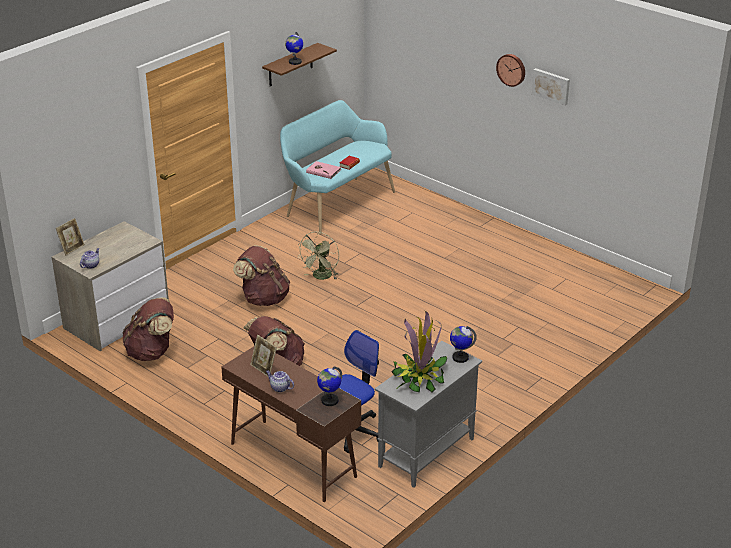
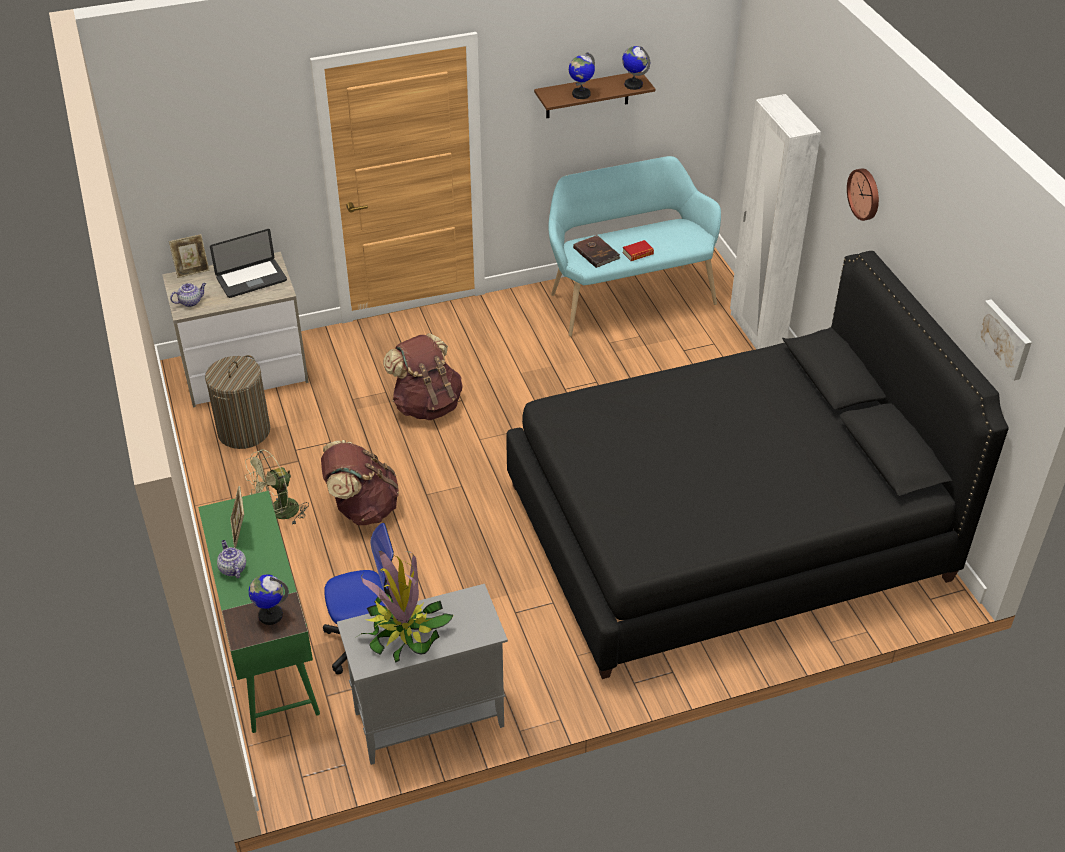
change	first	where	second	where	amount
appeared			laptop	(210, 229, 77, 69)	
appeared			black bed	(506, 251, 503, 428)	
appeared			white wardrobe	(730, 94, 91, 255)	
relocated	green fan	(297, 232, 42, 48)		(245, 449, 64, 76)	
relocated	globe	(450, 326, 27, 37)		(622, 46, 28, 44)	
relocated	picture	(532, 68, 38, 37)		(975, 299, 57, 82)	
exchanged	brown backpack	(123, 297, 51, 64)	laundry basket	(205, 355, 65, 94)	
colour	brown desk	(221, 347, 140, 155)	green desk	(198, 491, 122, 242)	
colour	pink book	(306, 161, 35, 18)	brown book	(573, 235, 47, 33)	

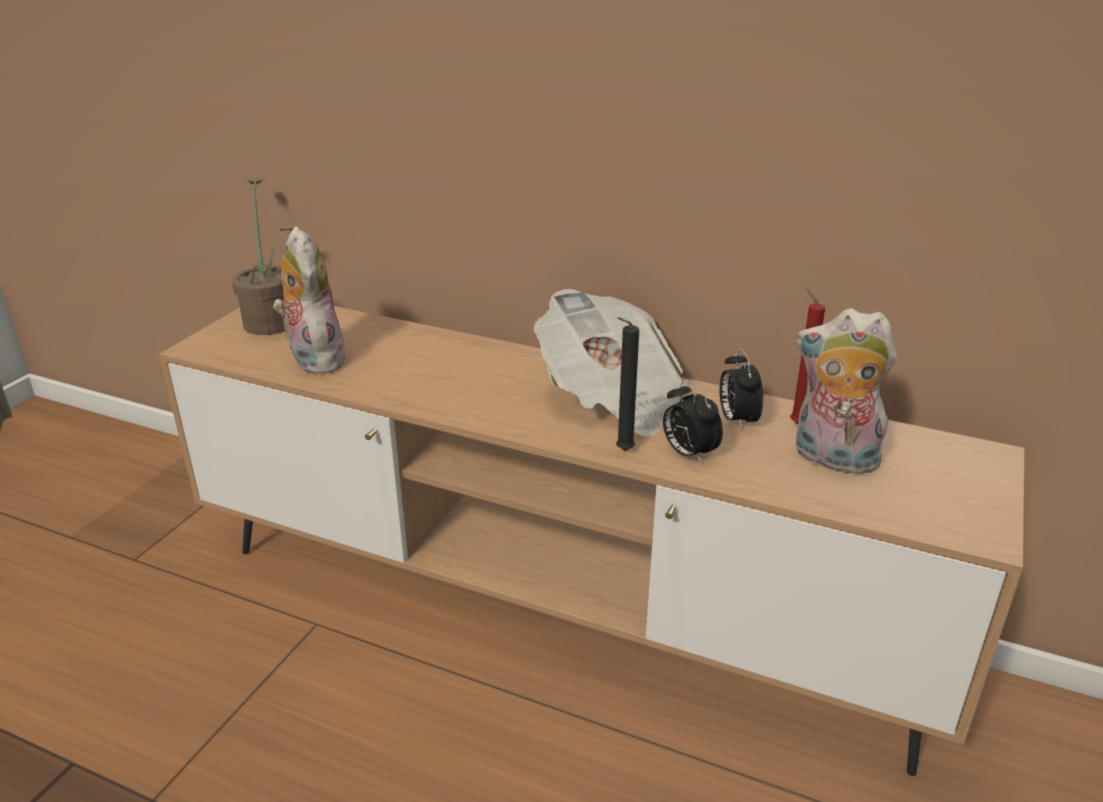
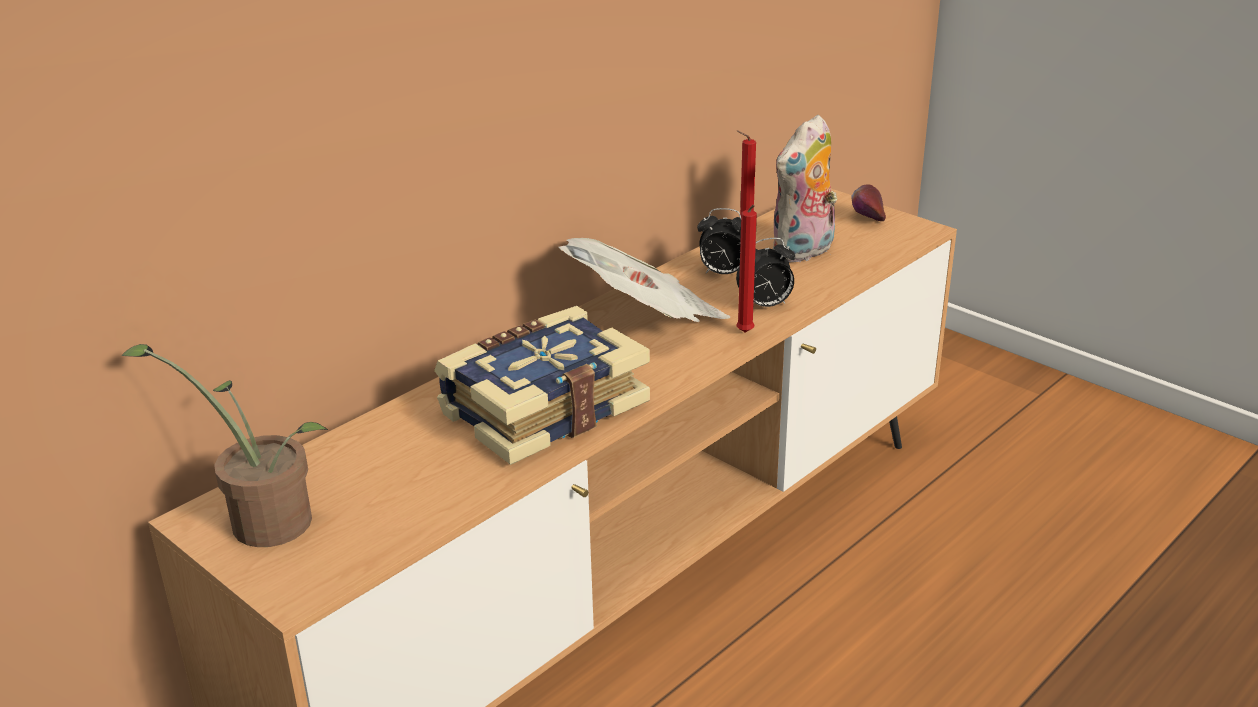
change	first	where	second	where	amount
missing	plush toy	(273, 226, 73, 148)			
appeared			book	(434, 306, 216, 159)	
appeared			apple	(851, 185, 35, 36)	
colour	black candle	(616, 317, 23, 134)	red candle	(736, 205, 21, 128)	

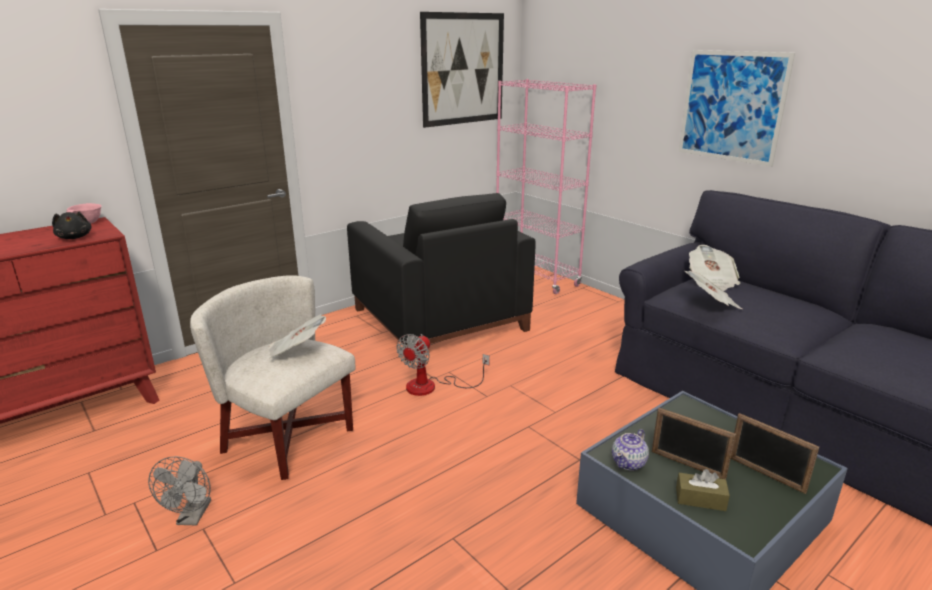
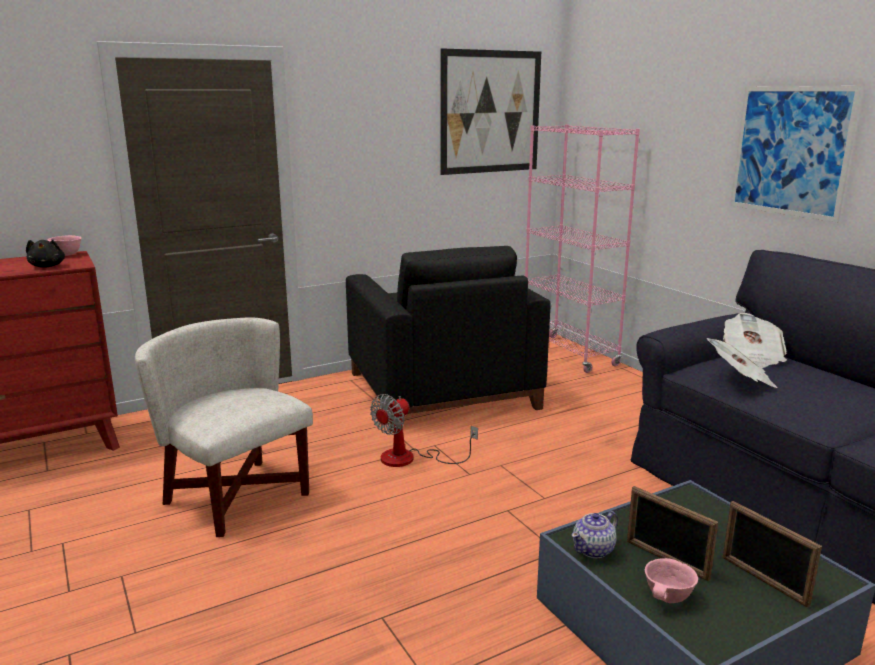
change	first	where	second	where	amount
missing	grey fan	(148, 456, 63, 69)			
missing	newspaper	(269, 314, 57, 45)			
exchanged	brown tissue box	(676, 469, 54, 42)	pink bowl	(645, 558, 53, 45)	

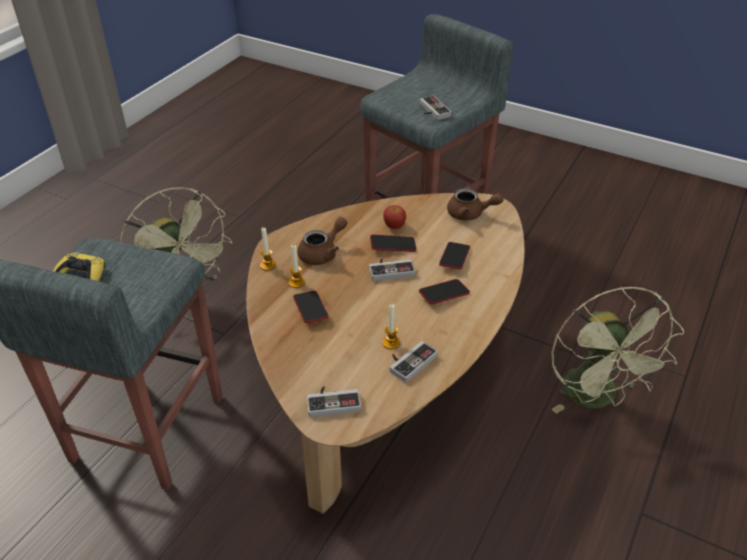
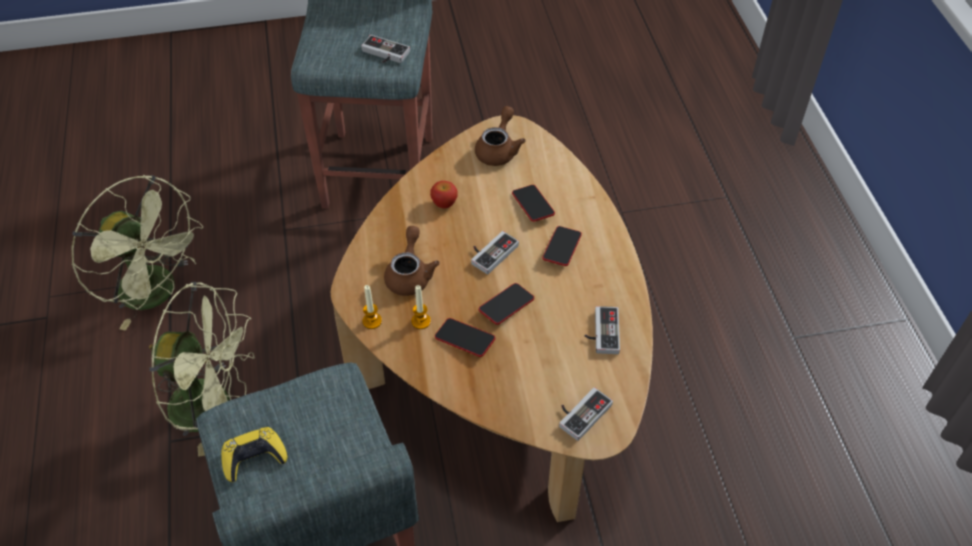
change	first	where	second	where	amount
missing	candle	(382, 304, 18, 45)			
relocated	phone	(370, 234, 47, 18)		(479, 283, 55, 42)	
relocated	green fan	(551, 287, 133, 127)		(71, 175, 132, 156)	
spun	brown teapot	(447, 188, 56, 32)		(475, 106, 50, 60)	45 degrees counterclockwise

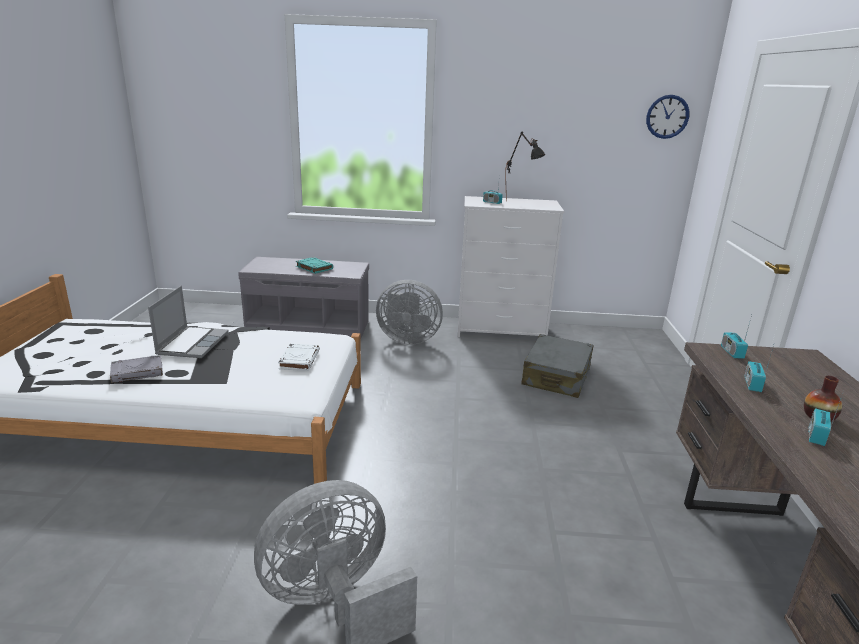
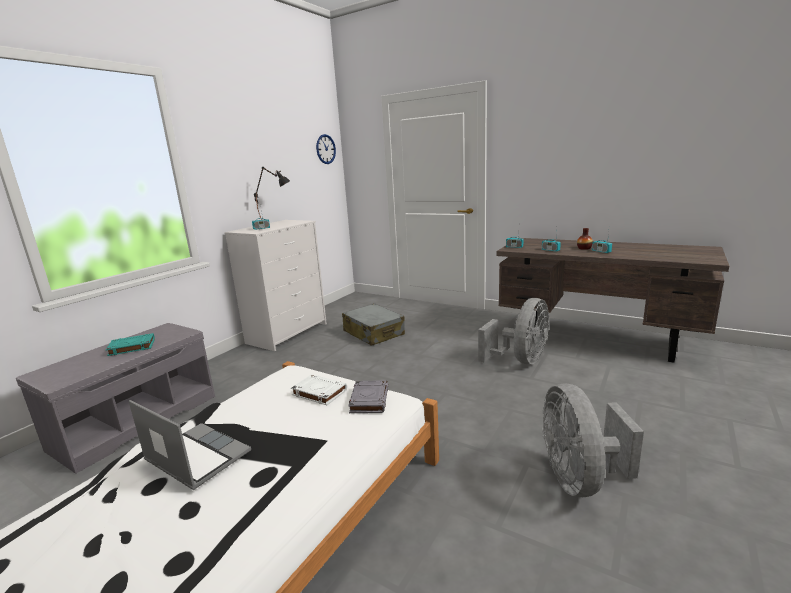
change	first	where	second	where	amount
relocated	grey book	(110, 355, 53, 28)		(348, 380, 40, 33)	
relocated	grey fan	(376, 280, 67, 65)		(478, 298, 71, 66)	

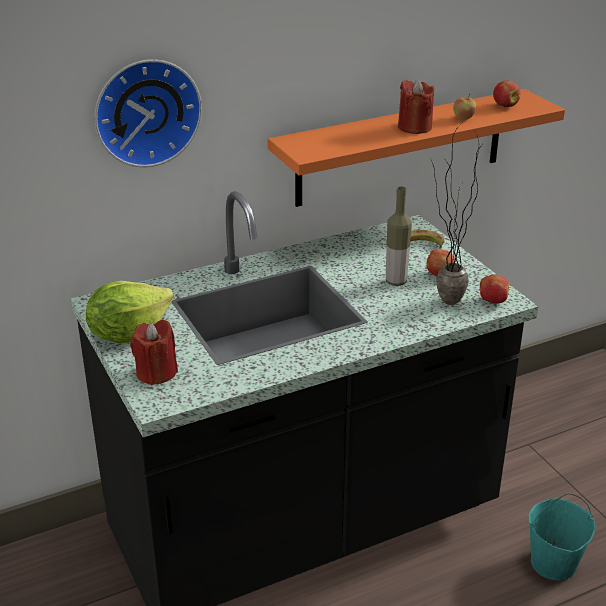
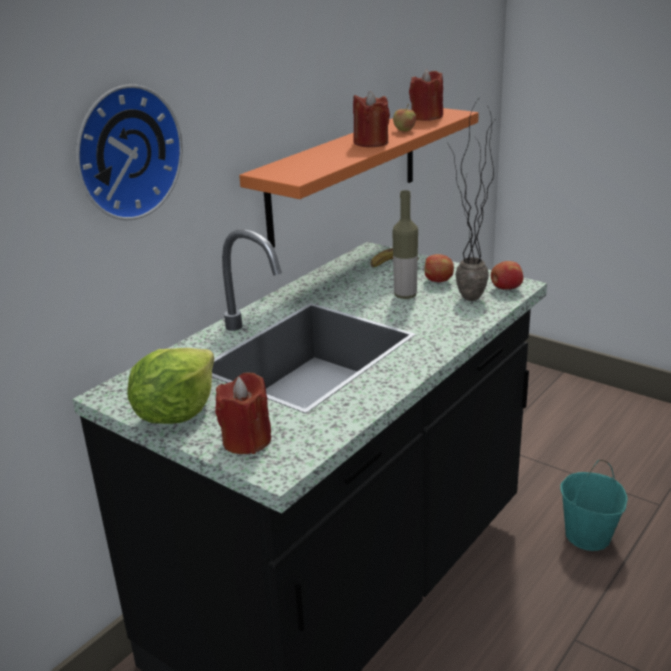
change	first	where	second	where	amount
exchanged	apple	(493, 81, 27, 26)	red candle	(409, 69, 34, 52)	

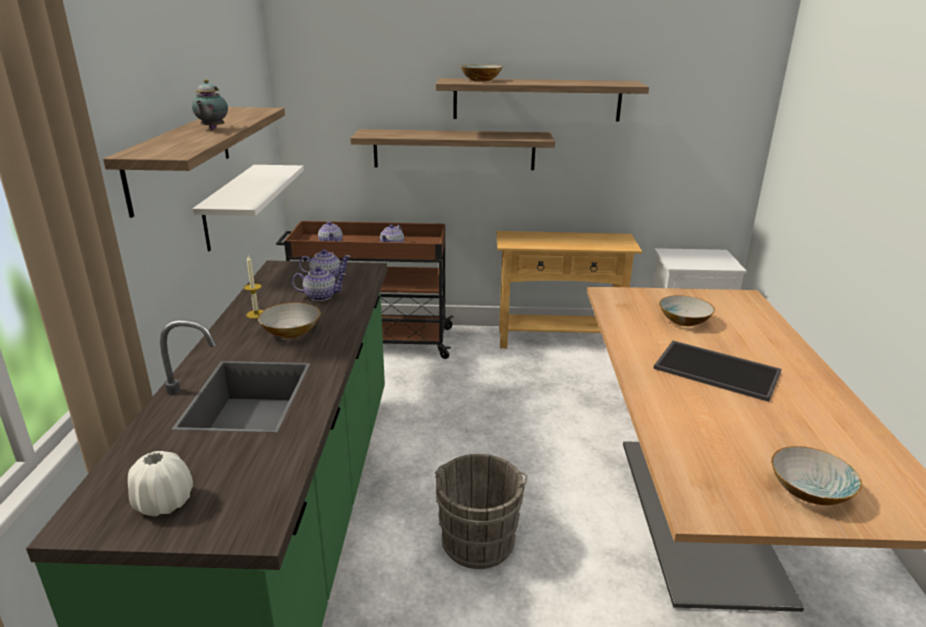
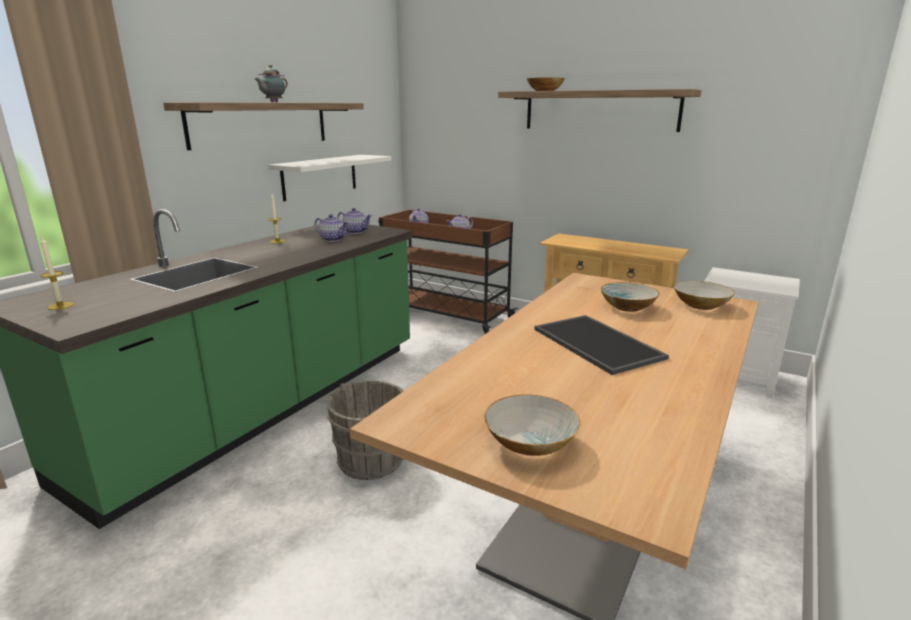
change	first	where	second	where	amount
missing	shelf	(350, 129, 205, 41)			
relocated	bowl	(258, 303, 63, 35)		(674, 281, 61, 29)	
exchanged	white vase	(128, 451, 65, 65)	candle	(40, 237, 34, 73)	

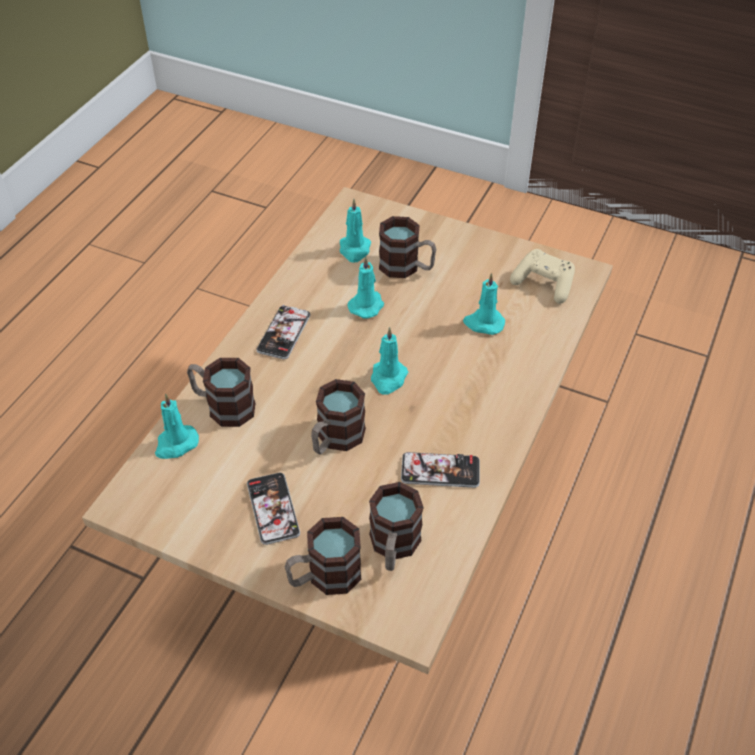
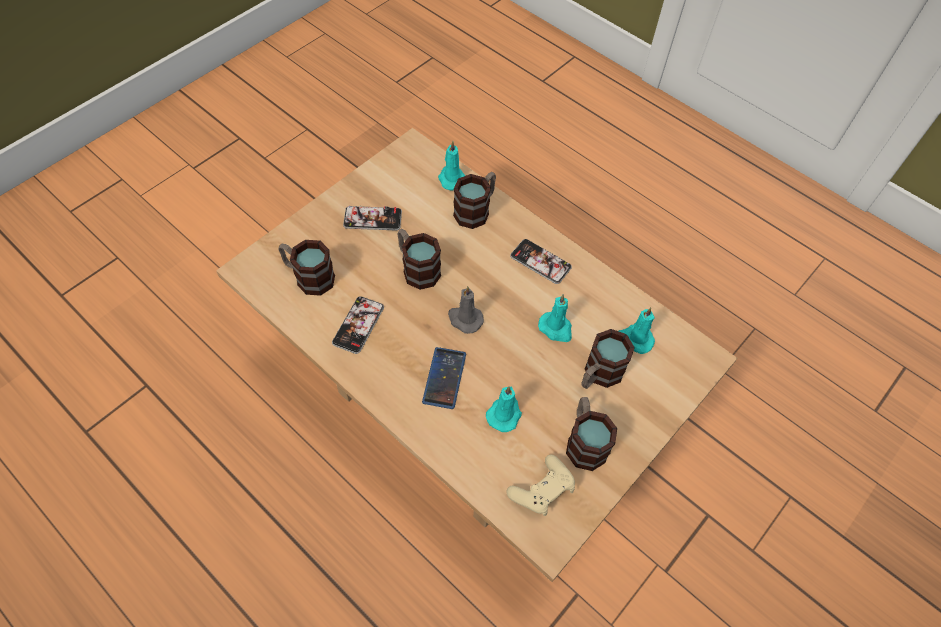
change	first	where	second	where	amount
appeared			phone	(422, 347, 44, 62)	
relocated	mug	(285, 517, 76, 78)		(566, 397, 51, 74)	
colour	turquoise candle	(371, 327, 37, 68)	grey candle	(448, 286, 36, 48)	

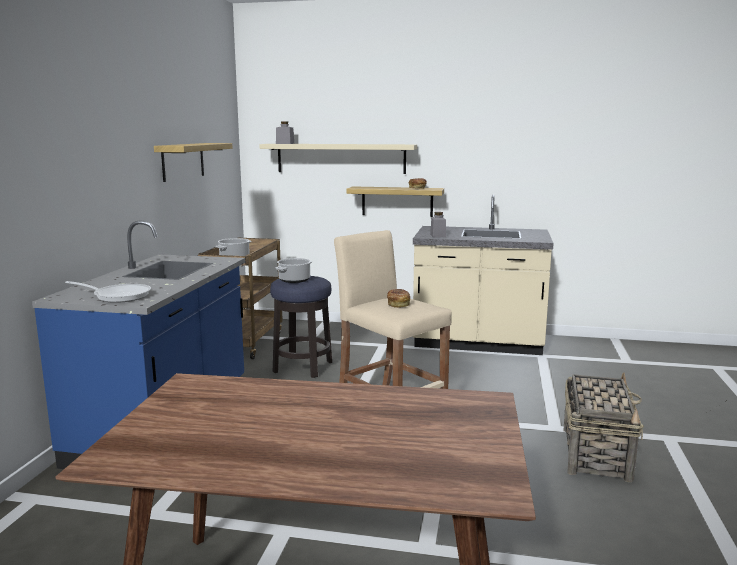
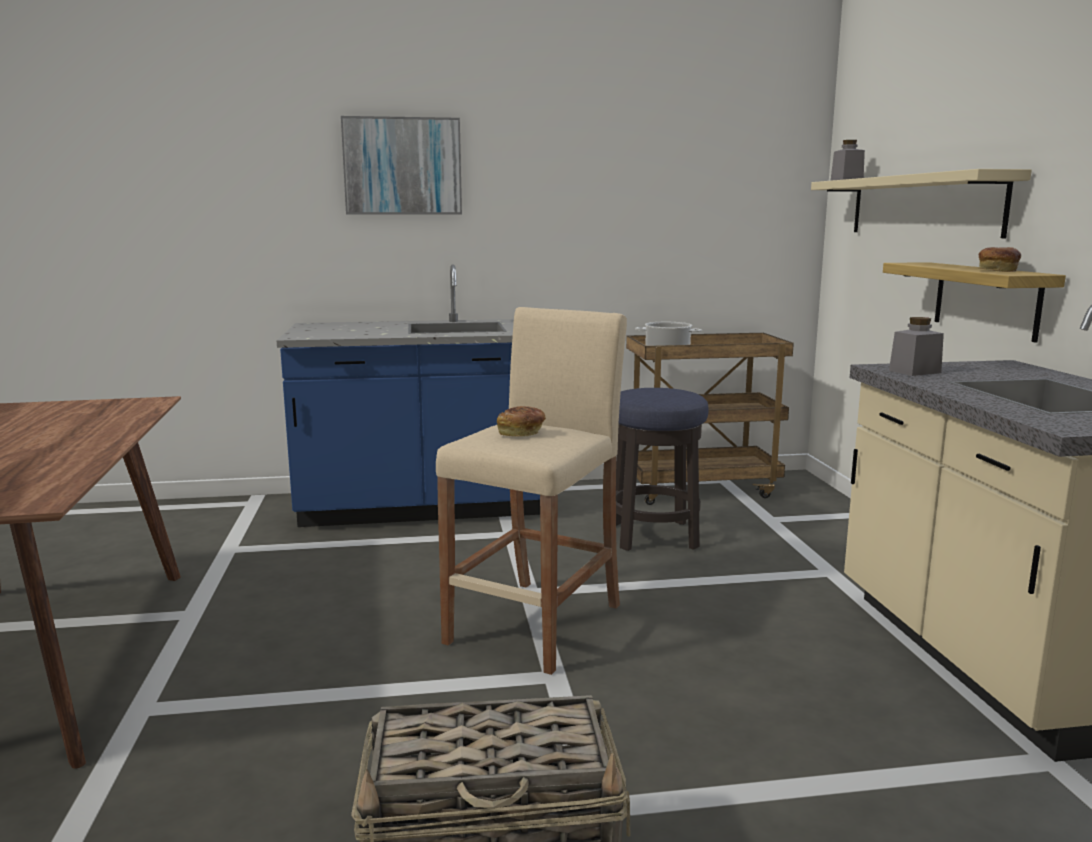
change	first	where	second	where	amount
missing	frying pan	(65, 281, 86, 22)			
missing	shelf	(154, 143, 79, 39)			
missing	cooking pot	(275, 258, 37, 25)			
appeared			picture	(341, 116, 121, 98)	

